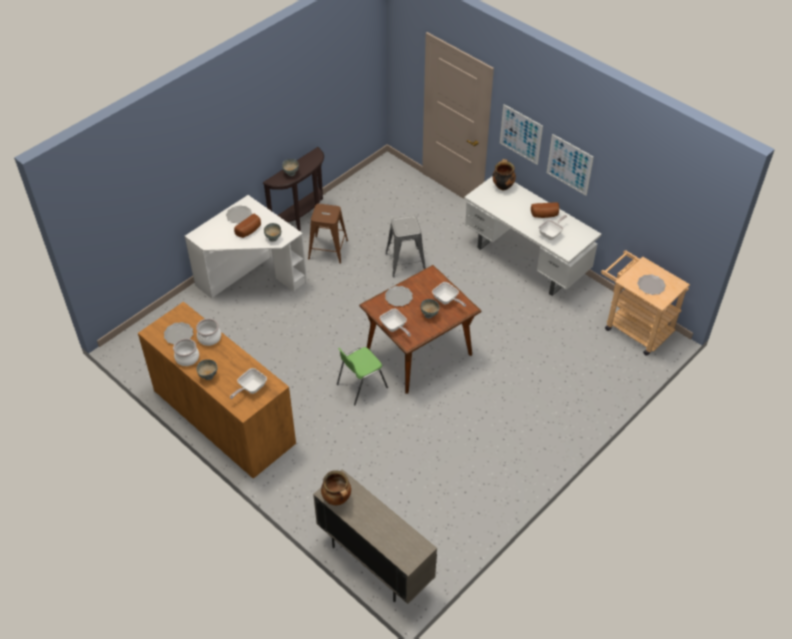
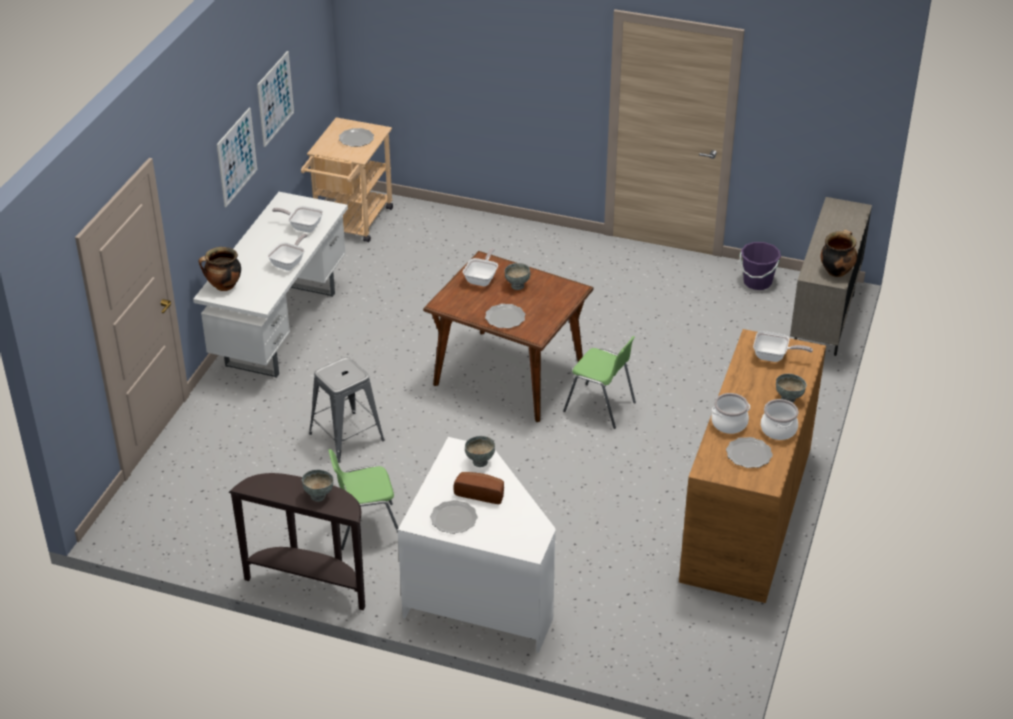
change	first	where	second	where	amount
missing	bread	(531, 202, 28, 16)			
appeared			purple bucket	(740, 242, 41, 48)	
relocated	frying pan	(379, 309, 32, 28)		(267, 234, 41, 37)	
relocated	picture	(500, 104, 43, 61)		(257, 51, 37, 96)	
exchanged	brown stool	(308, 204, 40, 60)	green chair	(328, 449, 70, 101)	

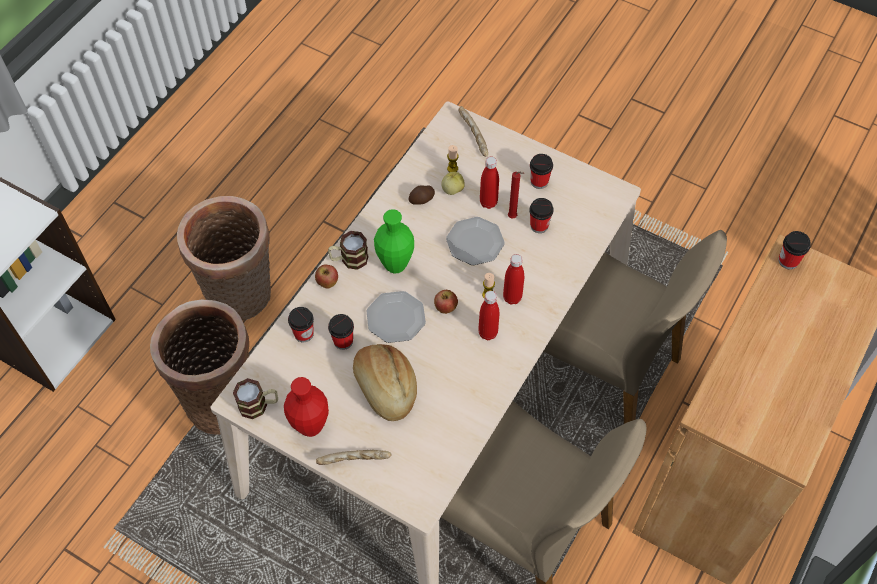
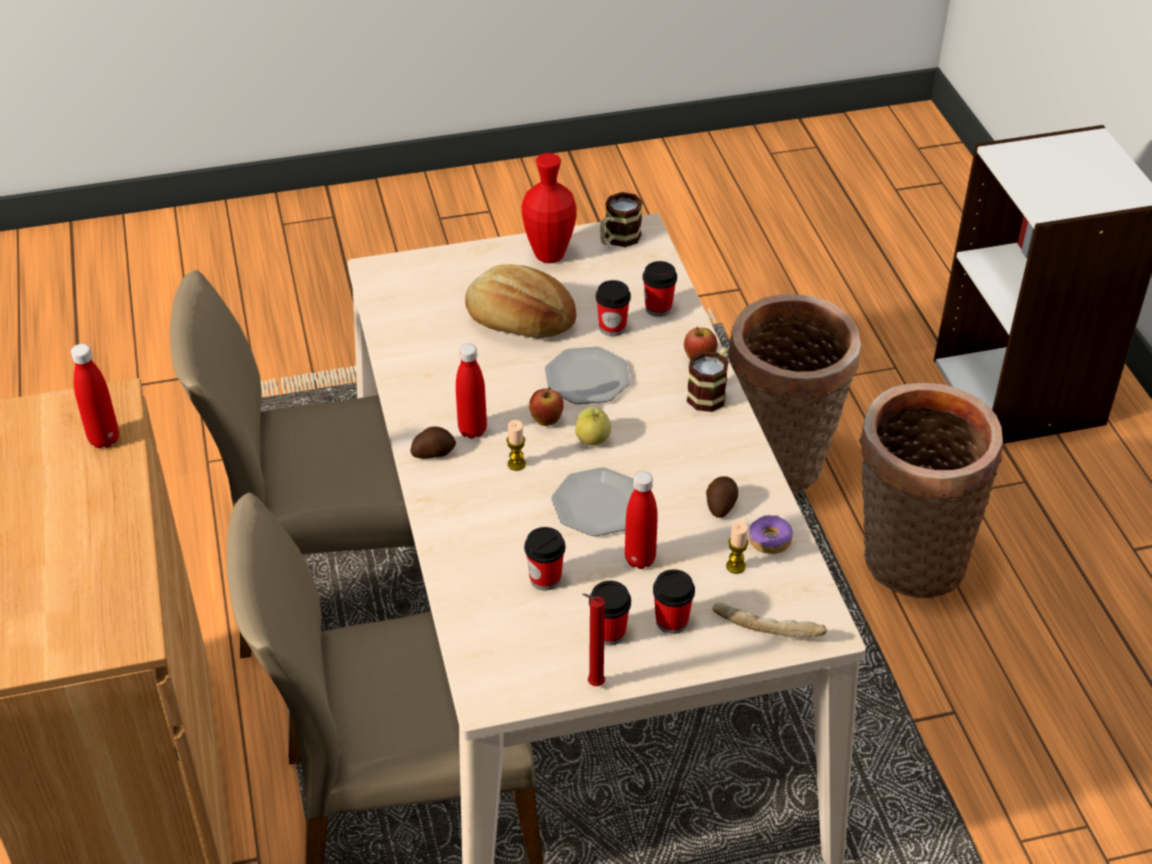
change	first	where	second	where	amount
missing	bread	(316, 450, 76, 15)			
missing	green vase	(374, 209, 40, 65)			
appeared			potato	(411, 427, 45, 32)	
appeared			donut	(749, 515, 44, 39)	
relocated	apple	(441, 172, 24, 23)		(575, 407, 36, 38)	
relocated	red bottle	(503, 254, 21, 51)		(71, 344, 48, 104)	
relocated	red candle	(508, 172, 16, 46)		(582, 594, 23, 92)	
relocated	cup	(778, 231, 33, 38)		(653, 569, 42, 65)	

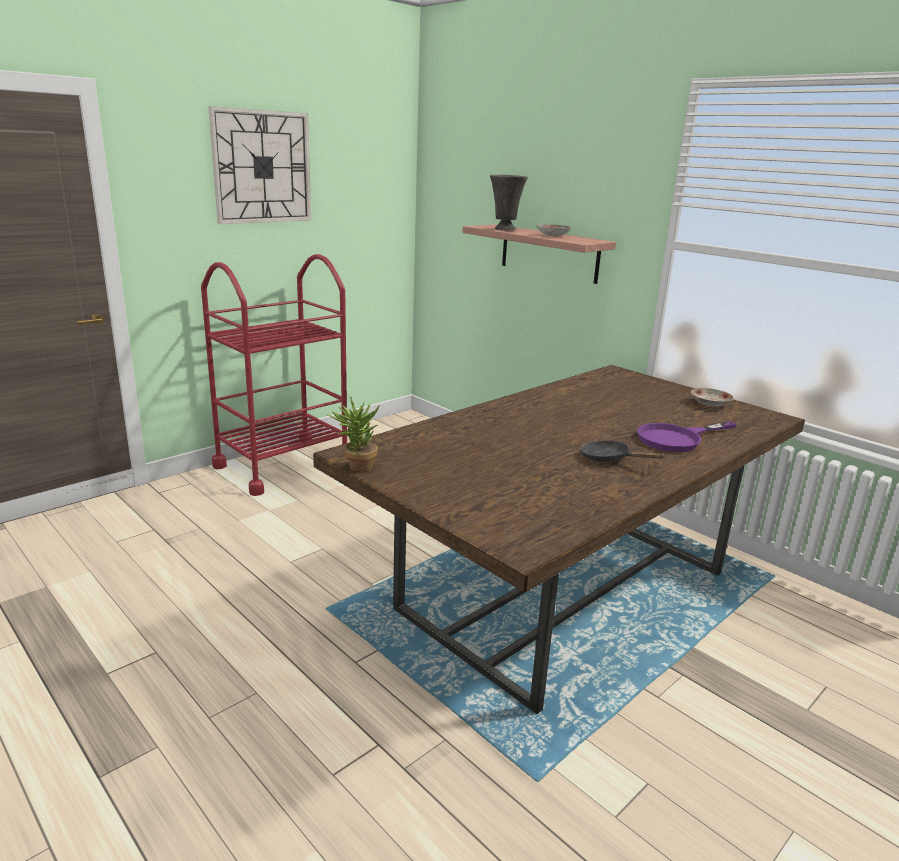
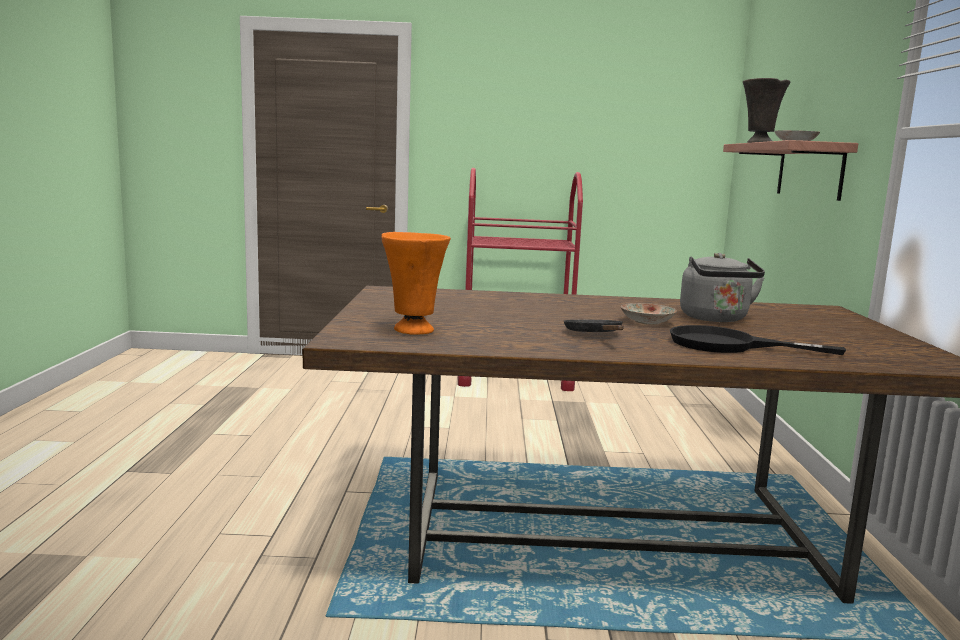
change	first	where	second	where	amount
missing	wall clock	(208, 106, 103, 118)			
missing	potted plant	(327, 396, 53, 76)			
appeared			orange vase	(381, 232, 70, 103)	
appeared			grey kettle	(680, 253, 85, 69)	
relocated	plate	(691, 388, 43, 19)		(620, 303, 57, 22)	
colour	purple frying pan	(637, 421, 100, 31)	black frying pan	(670, 325, 176, 30)	

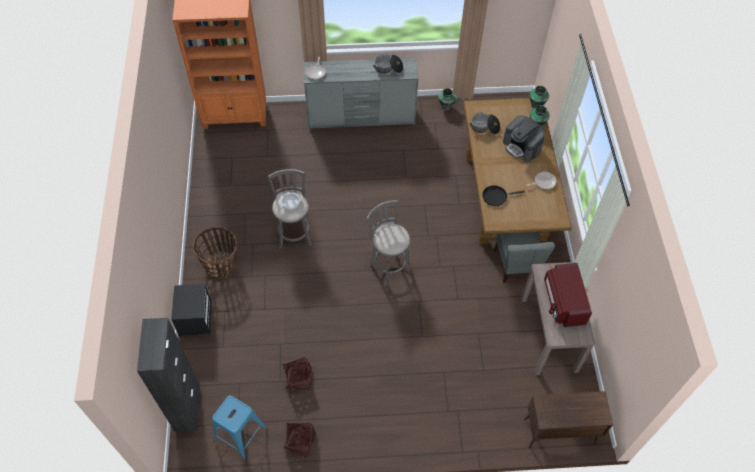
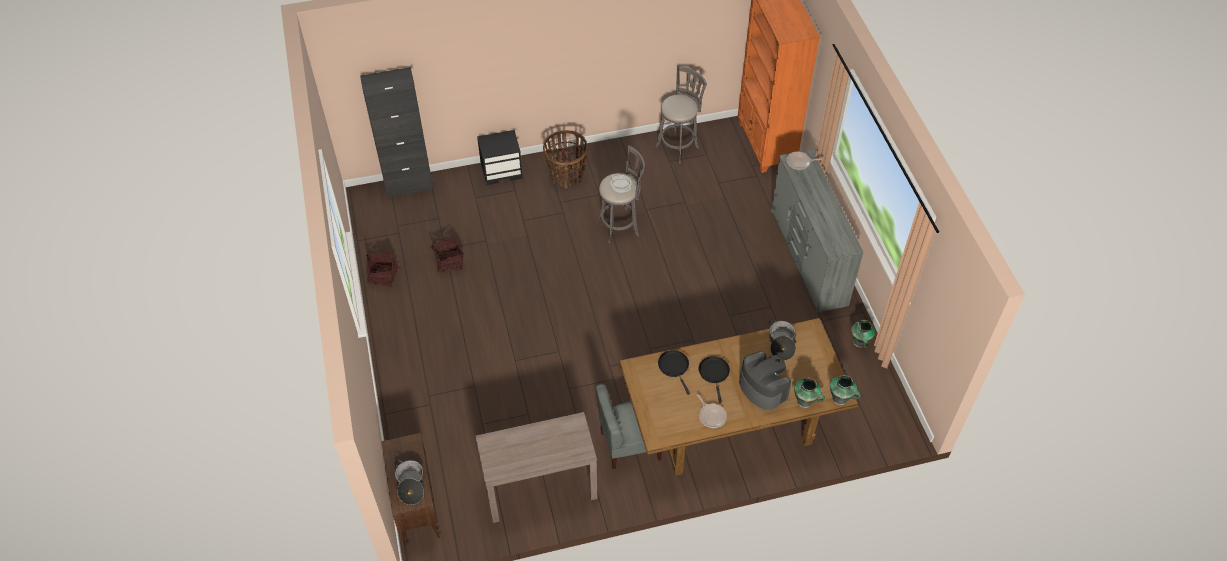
change	first	where	second	where	amount
missing	blue stool	(212, 396, 55, 64)			
missing	red microwave	(544, 263, 48, 64)			
appeared			black frying pan	(698, 356, 32, 47)	
relocated	grey stool	(367, 200, 45, 86)		(655, 65, 52, 99)	
relocated	cooking pot	(373, 54, 30, 20)		(395, 460, 29, 45)	
spun	coffee machine	(503, 115, 42, 47)		(739, 351, 52, 59)	105 degrees clockwise

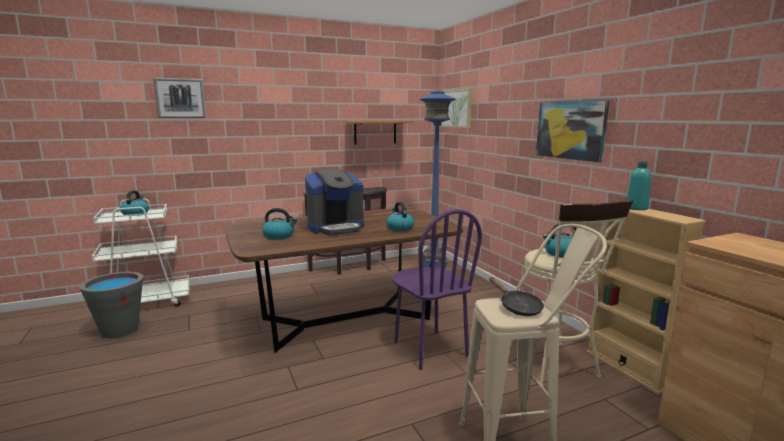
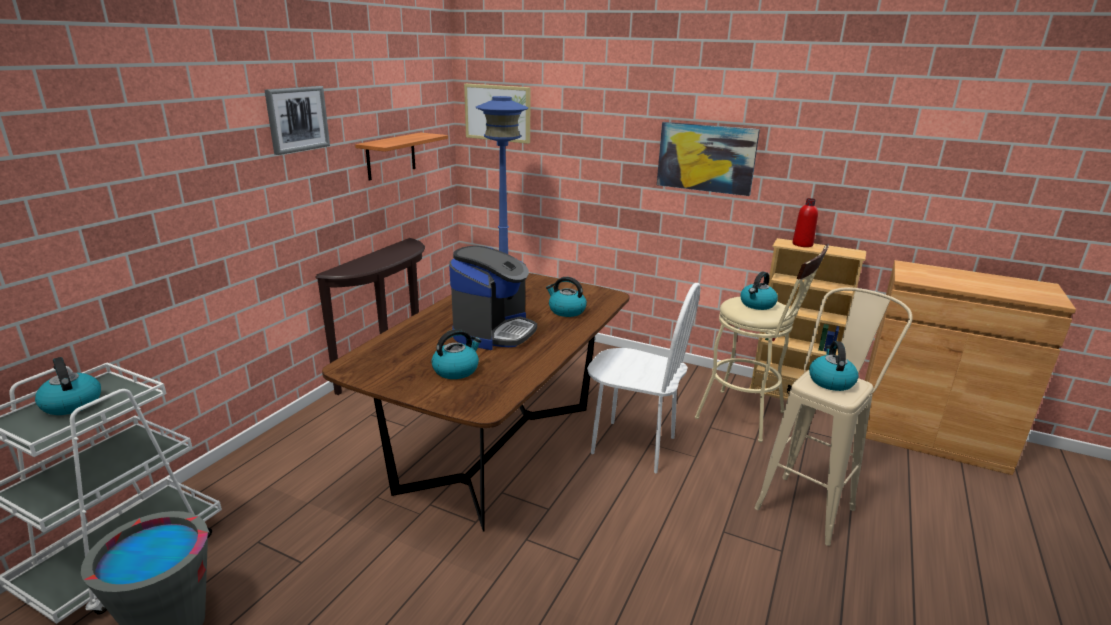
change	first	where	second	where	amount
relocated	picture	(153, 78, 53, 40)		(265, 86, 65, 69)	
exchanged	black frying pan	(489, 277, 55, 39)	kettle	(809, 341, 50, 50)	
colour	purple chair	(393, 209, 89, 161)	white chair	(587, 283, 113, 190)	
colour	turquoise bottle	(627, 162, 25, 48)	red bottle	(793, 198, 25, 49)	

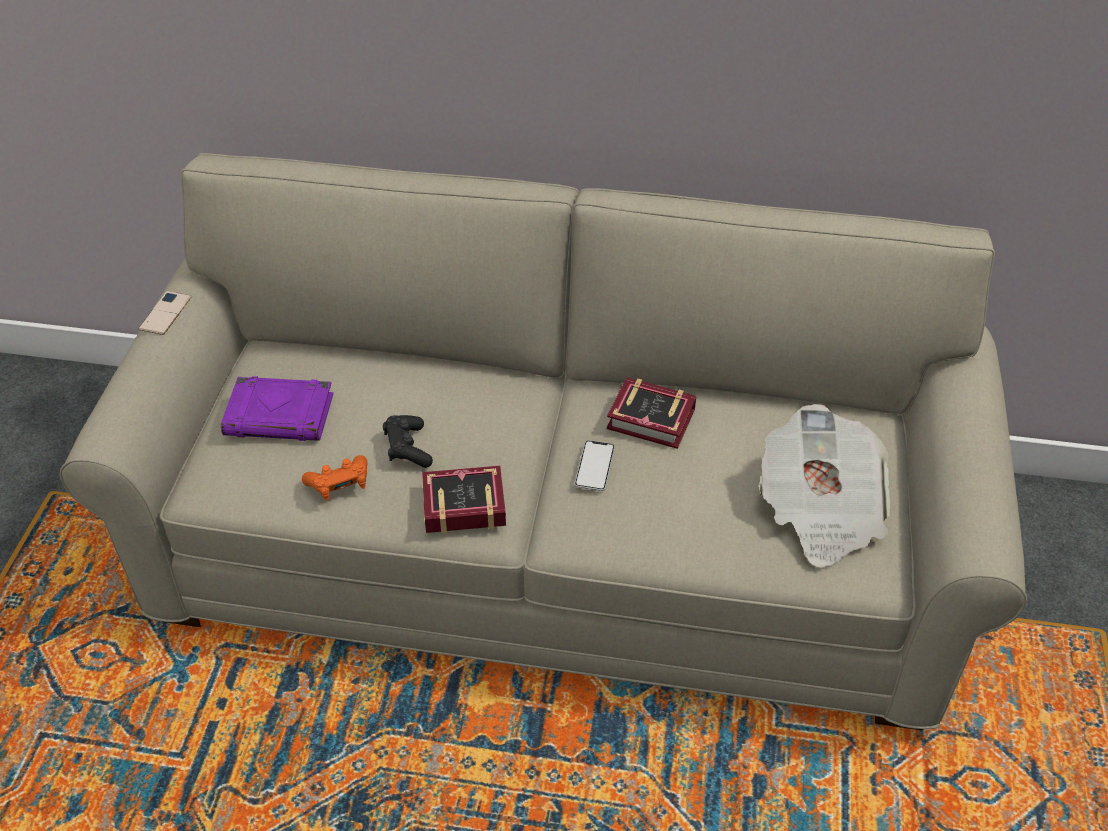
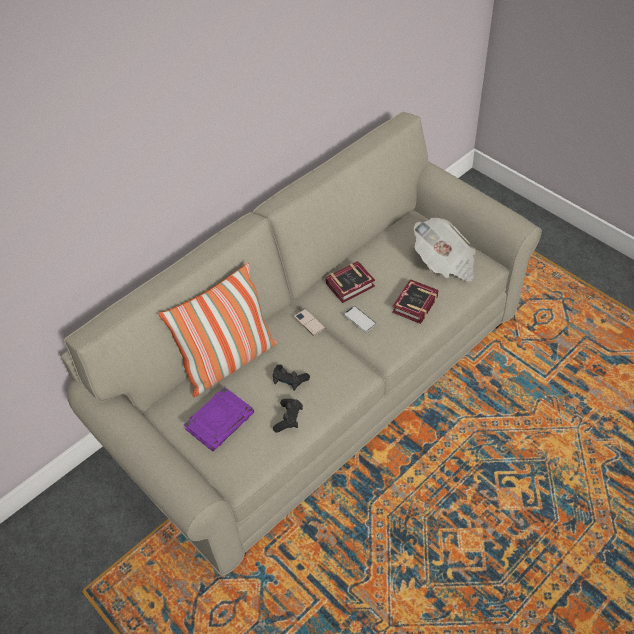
change	first	where	second	where	amount
appeared			pillow	(159, 263, 118, 134)	
relocated	phone	(138, 291, 53, 44)		(294, 309, 31, 27)	
relocated	book	(422, 466, 84, 68)		(392, 279, 47, 45)	
colour	orange game controller	(302, 455, 65, 46)	black game controller	(273, 399, 30, 34)	

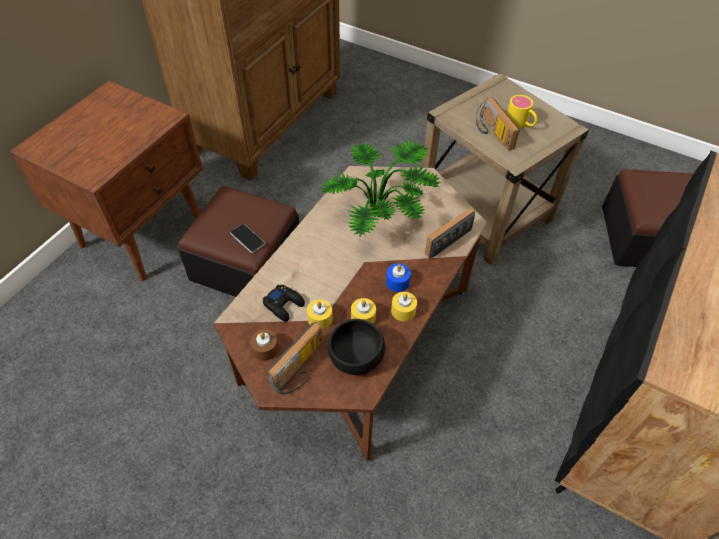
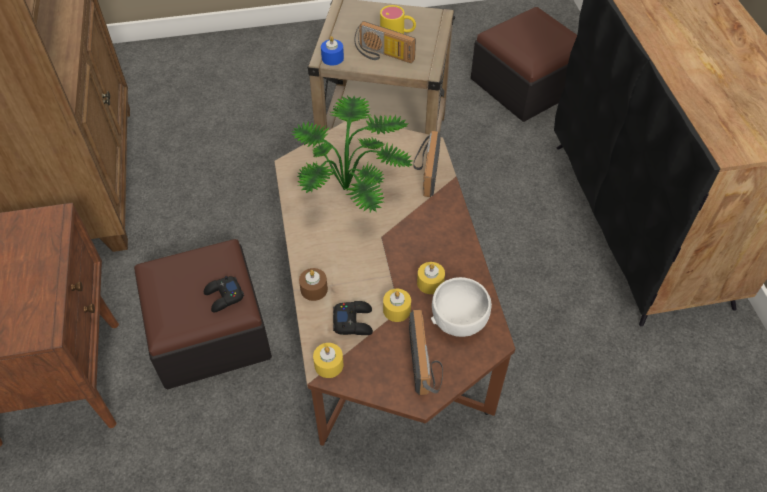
change	first	where	second	where	amount
relocated	brown candle	(250, 329, 28, 32)		(299, 268, 29, 33)	
relocated	blue candle	(386, 263, 25, 29)		(321, 36, 23, 30)	
relocated	yellow candle	(391, 292, 26, 29)		(313, 343, 31, 35)	
exchanged	phone	(230, 224, 35, 29)	black game controller	(204, 276, 40, 37)	
colour	black bowl	(327, 319, 58, 56)	white bowl	(431, 277, 61, 60)	

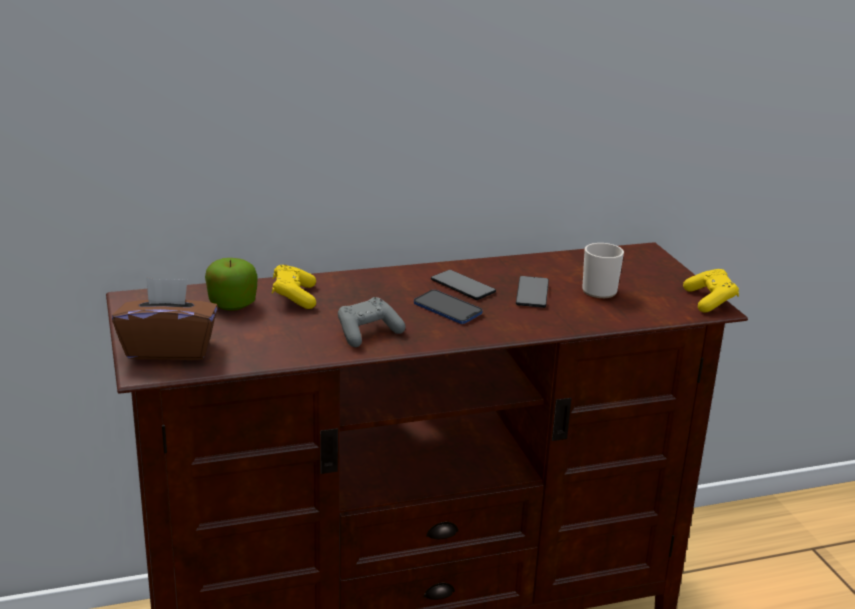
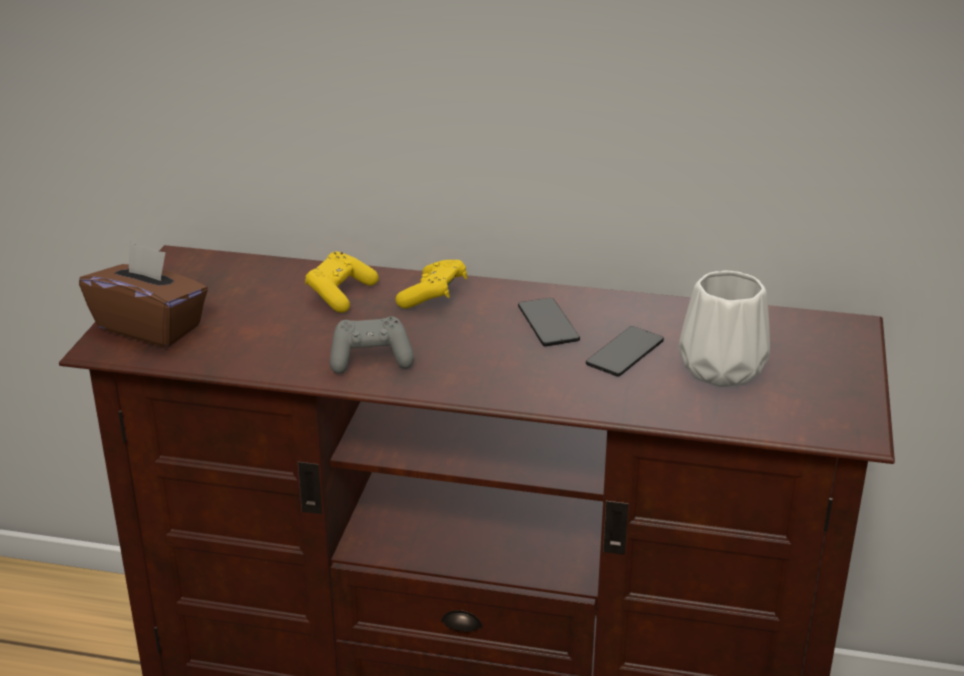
change	first	where	second	where	amount
missing	apple	(205, 258, 52, 53)			
missing	phone	(414, 290, 68, 34)			
relocated	yellow game controller	(683, 269, 56, 43)		(396, 260, 71, 49)	
exchanged	mug	(582, 243, 42, 55)	white vase	(678, 271, 92, 116)	

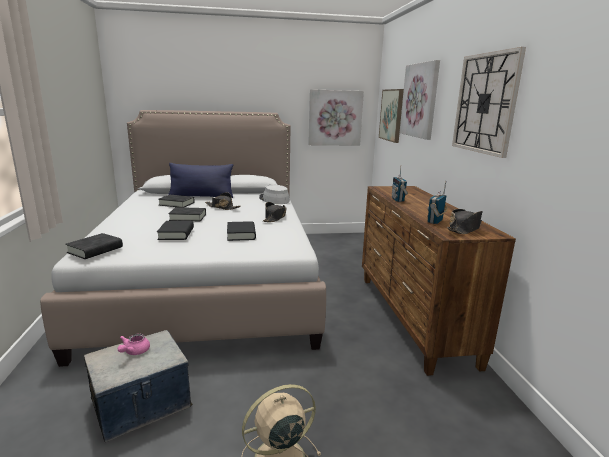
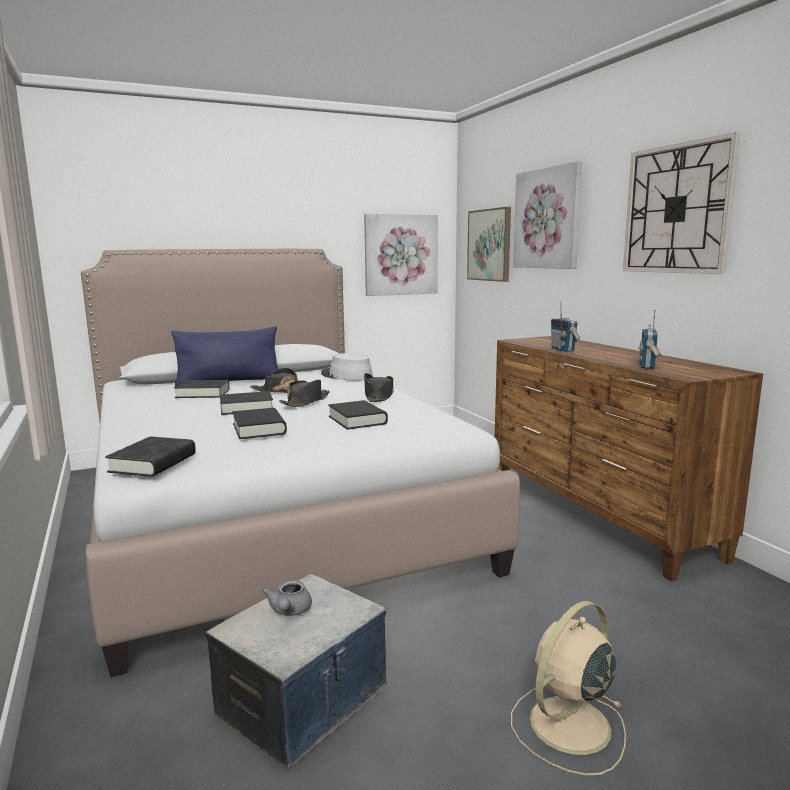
change	first	where	second	where	amount
relocated	black hat	(447, 209, 36, 25)		(279, 380, 51, 27)	
colour	pink teapot	(118, 333, 32, 22)	grey teapot	(262, 580, 50, 36)	

